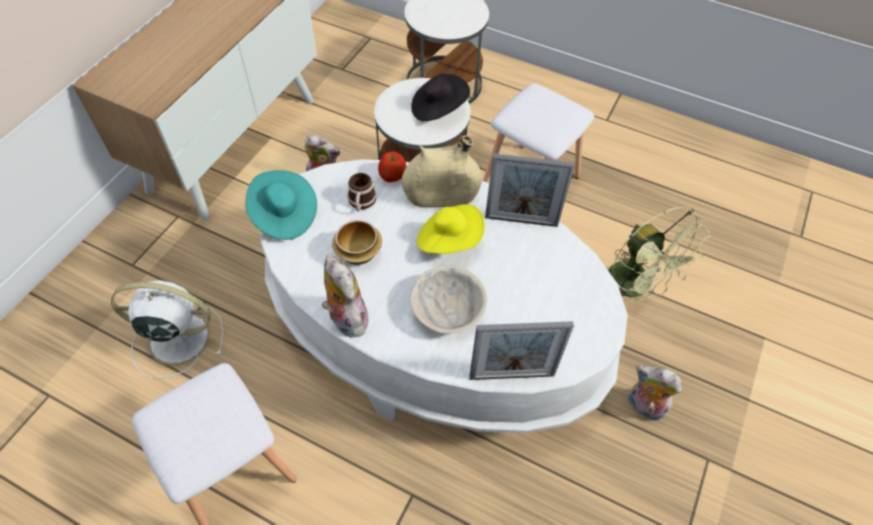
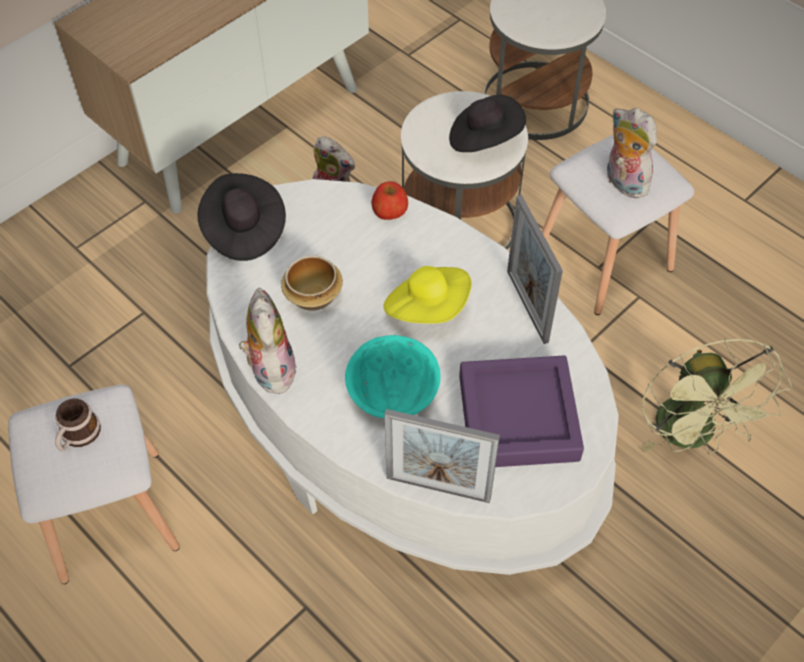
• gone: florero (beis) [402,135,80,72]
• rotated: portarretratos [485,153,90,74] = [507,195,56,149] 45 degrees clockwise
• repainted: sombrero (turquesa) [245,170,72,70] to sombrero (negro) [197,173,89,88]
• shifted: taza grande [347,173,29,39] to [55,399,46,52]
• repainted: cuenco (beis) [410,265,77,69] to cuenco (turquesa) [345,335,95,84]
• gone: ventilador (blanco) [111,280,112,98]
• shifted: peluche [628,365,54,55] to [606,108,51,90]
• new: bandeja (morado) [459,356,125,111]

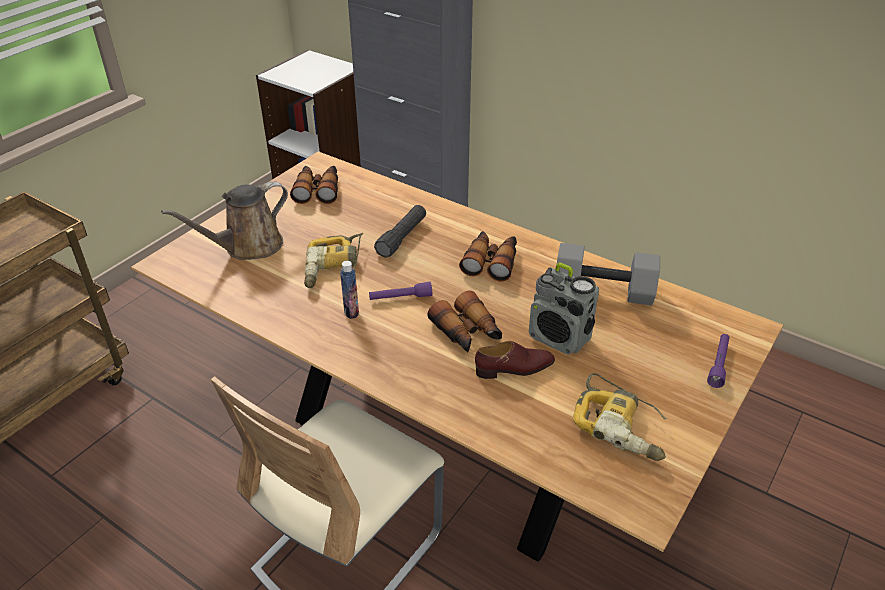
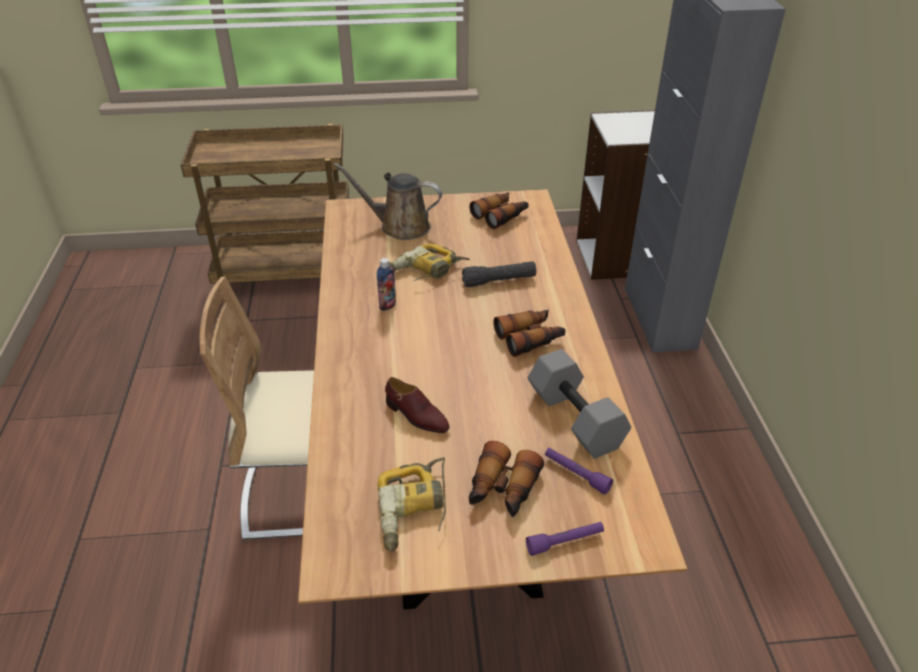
• gone: radio [529,262,70,93]
• shifted: linterna (morado) [369,282,63,18] to [545,448,68,47]
• shifted: prismáticos [427,291,75,61] to [469,441,75,76]

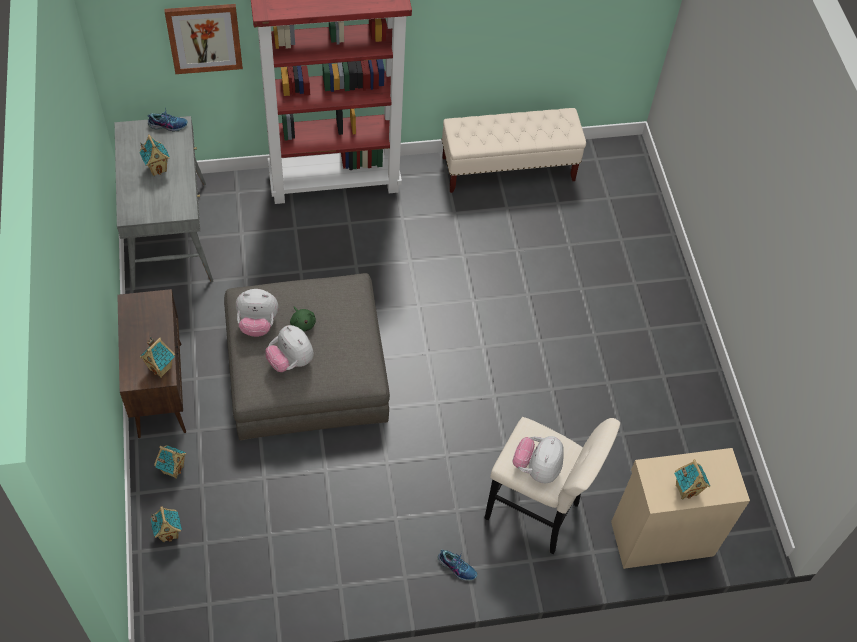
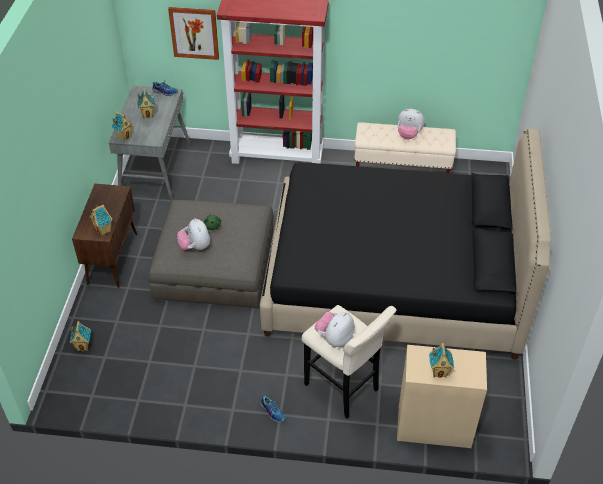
• shifted: peluche [236,289,42,48] to [398,109,27,30]
• shifted: casita [154,445,33,34] to [111,111,22,30]
• new: cama (negro) [260,129,291,231]

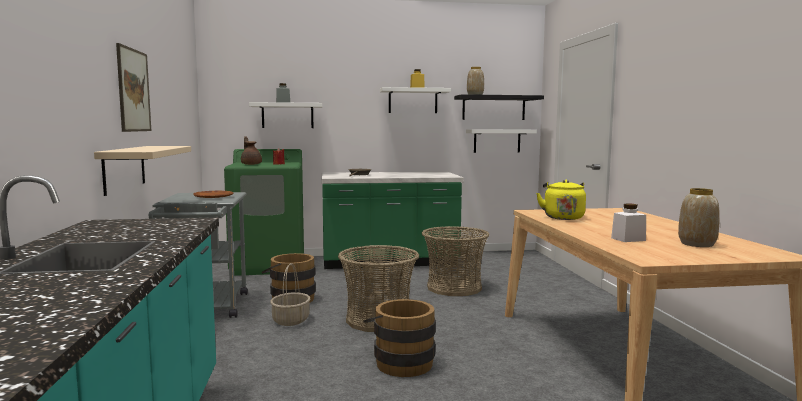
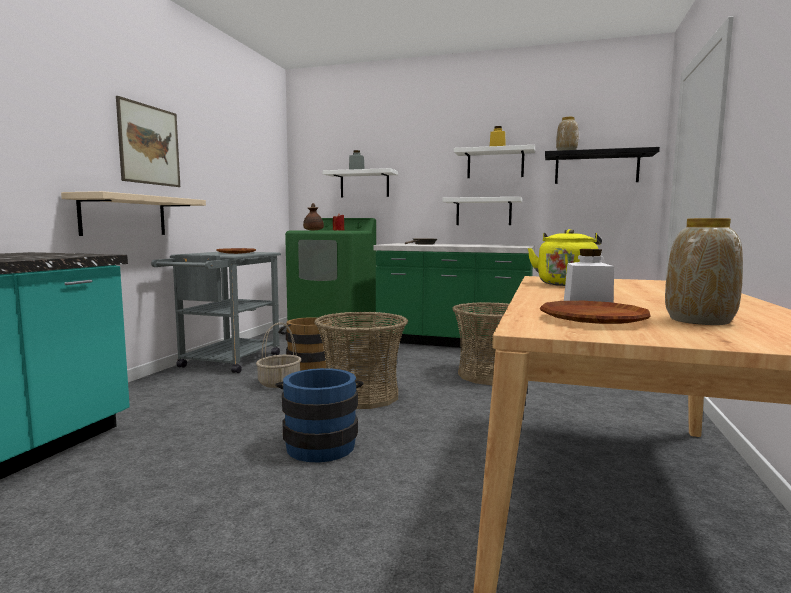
• shifted: estante (blanco) [466,129,71,24] to [442,197,80,28]
• repainted: cubo (marrón) [364,299,72,78] to cubo (azul) [275,368,89,94]
• new: plato (marrón) [539,301,112,23]

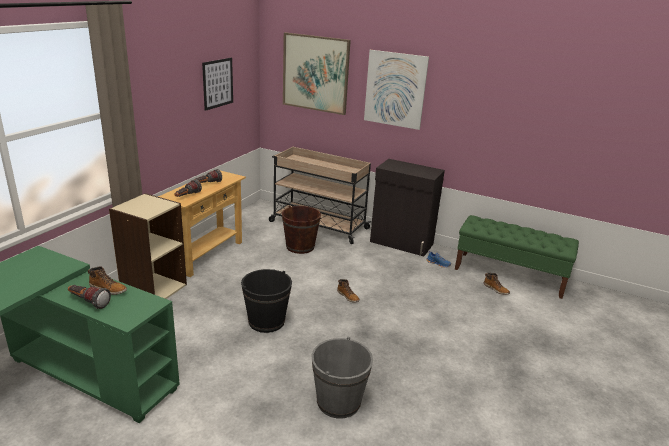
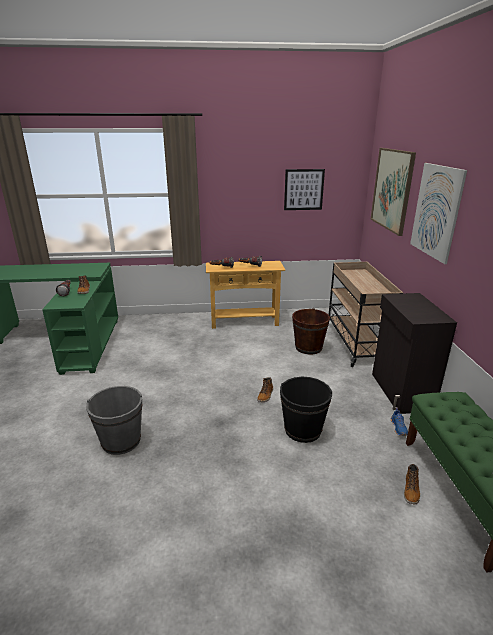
• gone: estantería (beis) [109,193,78,106]
• shifted: cubo (negro) [241,269,51,64] to [280,377,52,66]

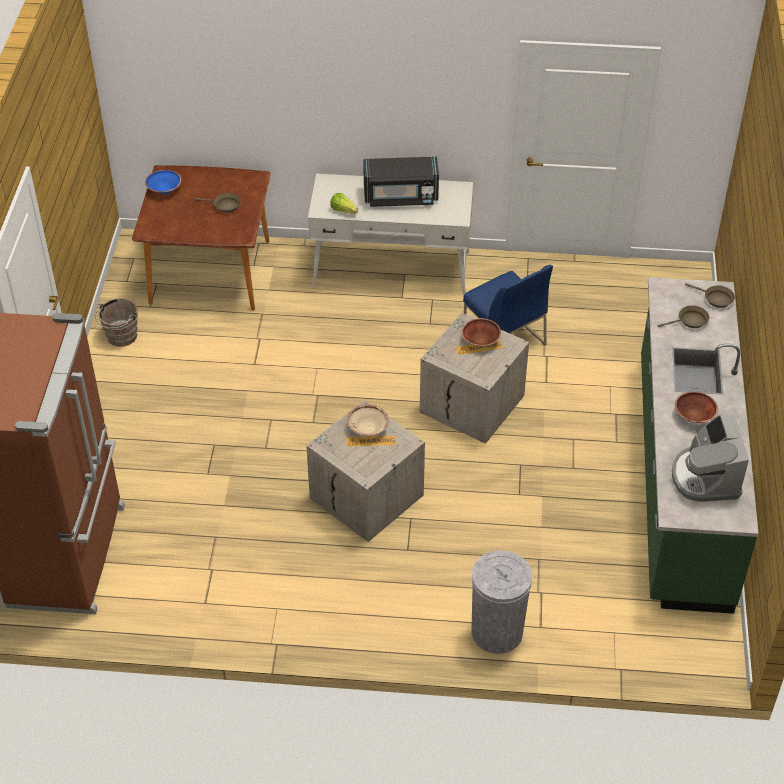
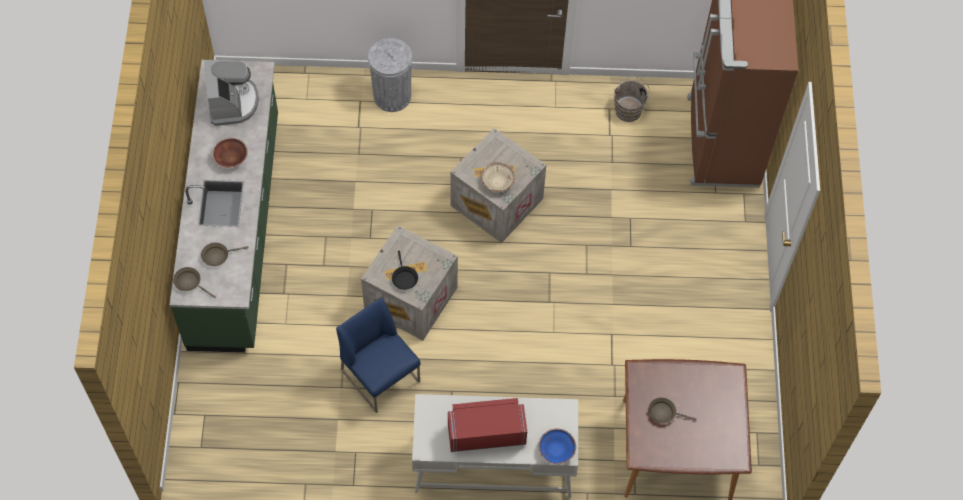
• repainted: microondas (negro) [363,156,76,51] to microondas (rojo) [448,398,79,54]
• shifted: cuenco (azul) [145,170,36,24] to [538,429,38,35]
• gone: lechuga [330,193,28,21]
• shifted: cubo (marrón) [95,298,43,49] to [614,77,36,45]
• swapped: cuenco (marrón) [461,318,40,28] to sartén (negro) [392,251,26,39]

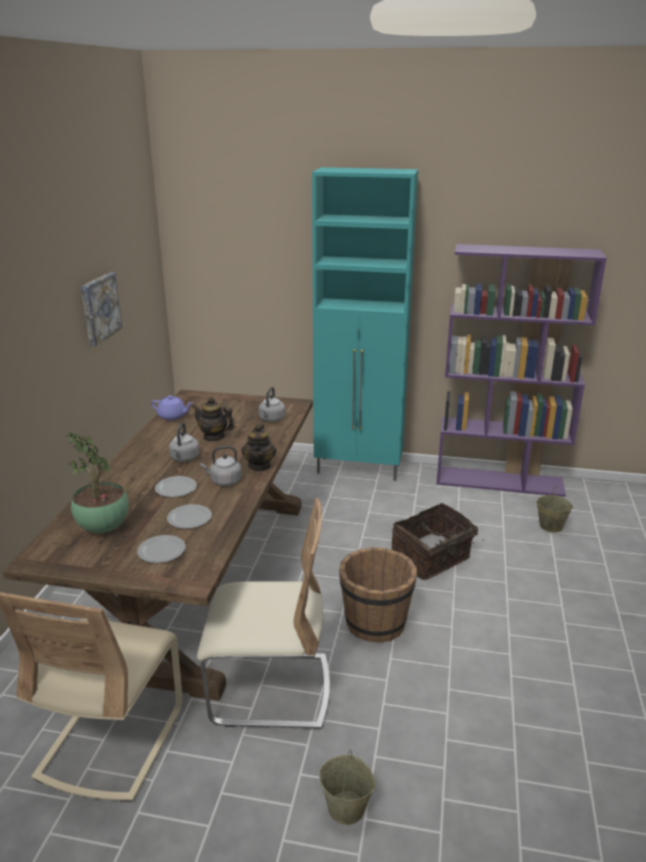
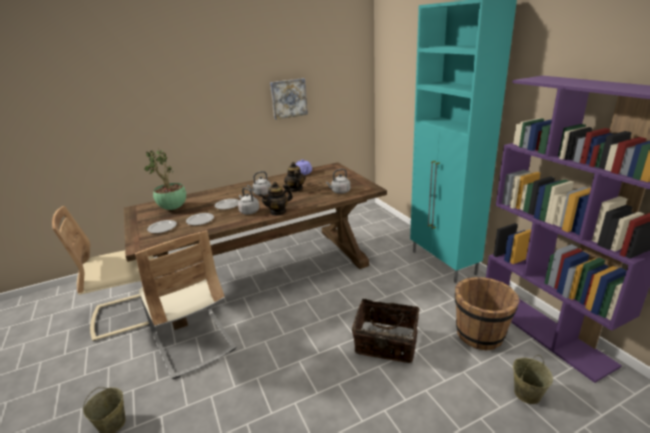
• shifted: cubo (marrón) [339,547,78,96] to [455,277,64,74]

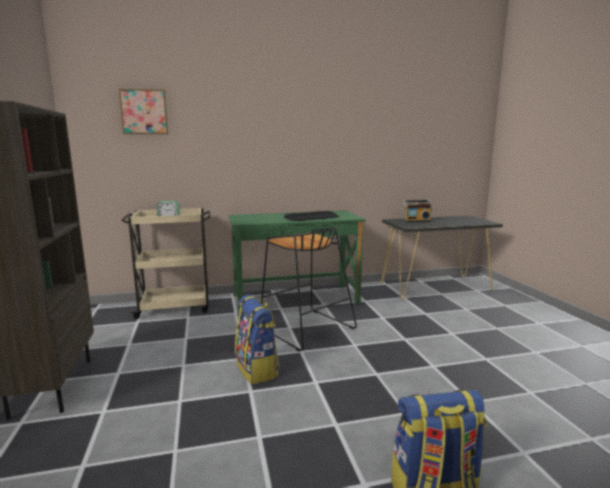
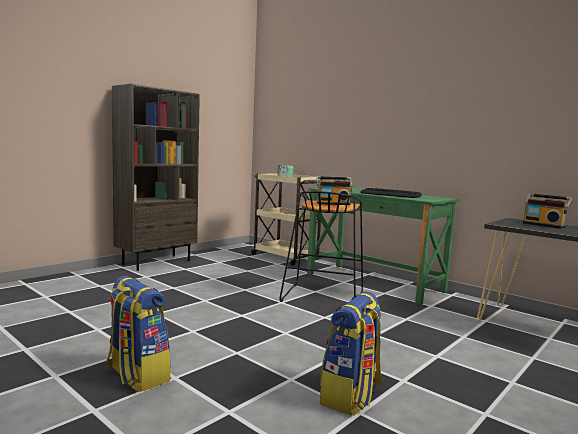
• gone: cuadro [118,88,50,46]
• shifted: mochila [235,295,45,89] to [320,291,63,125]
• new: radio [316,176,36,29]

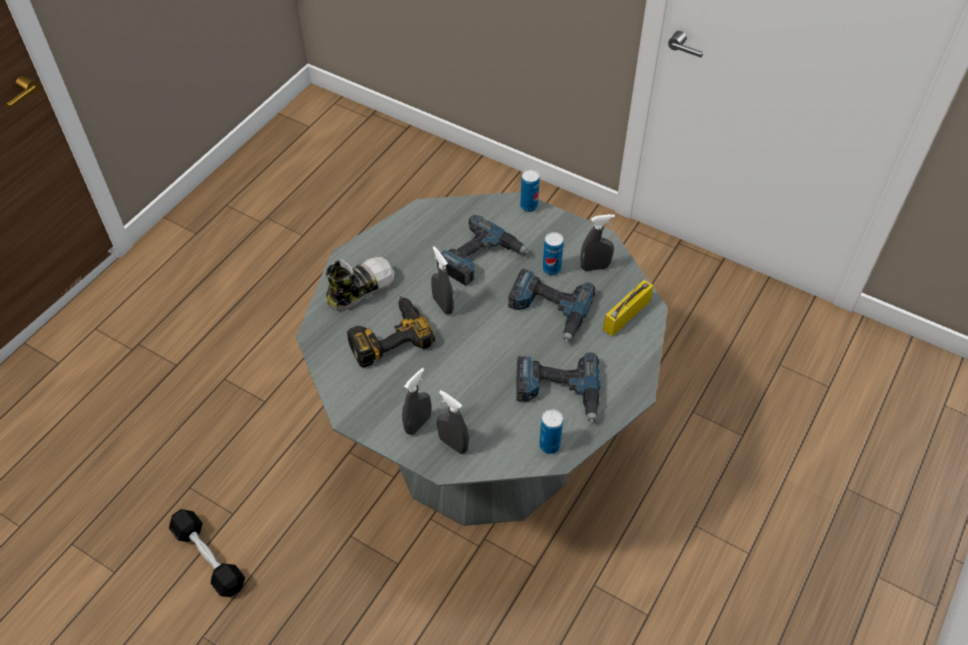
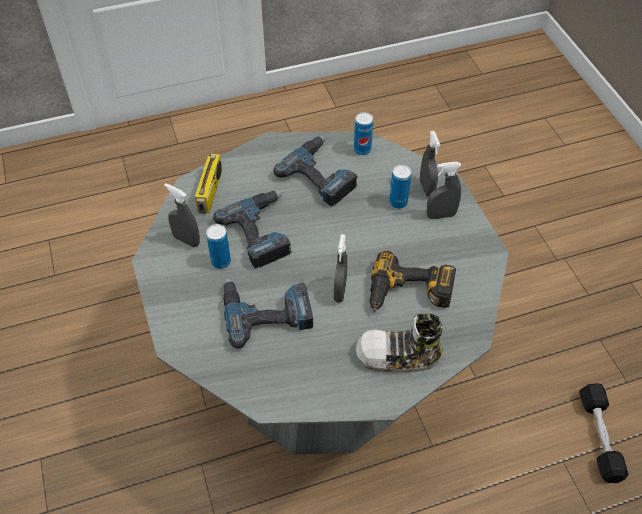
• shifted: lata [520,169,20,43] to [389,165,22,44]
• rotated: radio [603,265,51,71] = [194,153,28,61] 75 degrees counterclockwise

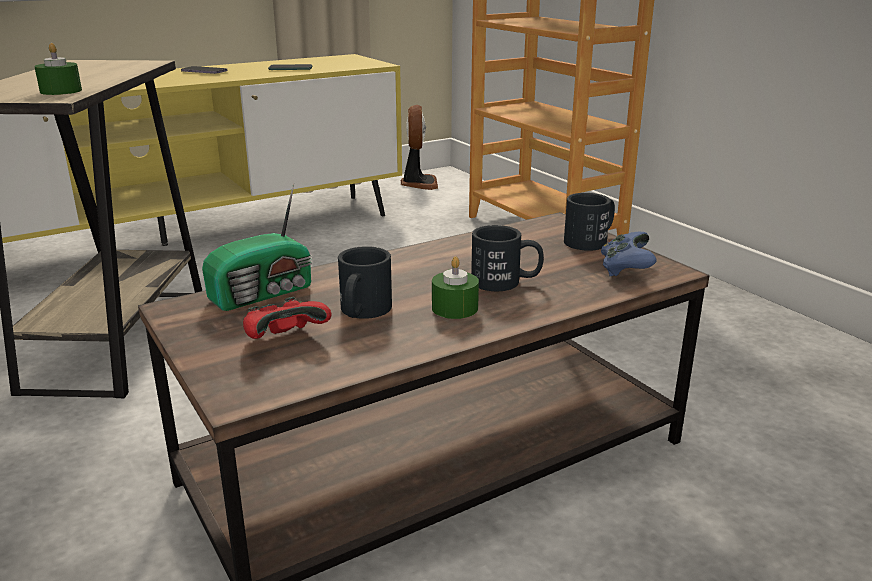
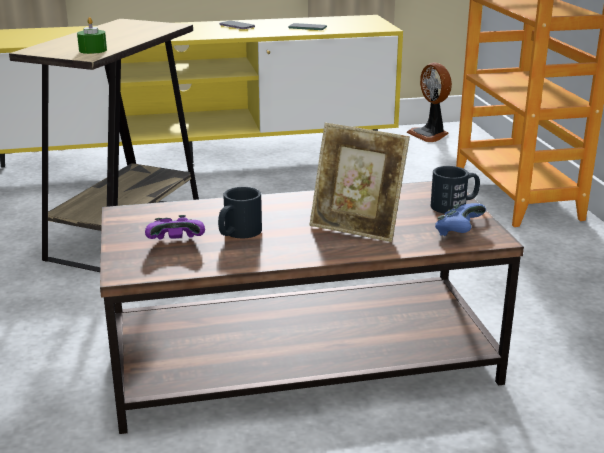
• rotated: ventilador [401,105,37,85] = [406,63,46,79] 135 degrees clockwise
• gone: radio [202,183,110,128]
• swapped: taza grande (negro) [471,225,73,66] to portarretratos [310,123,100,119]
• gone: vela (verde) [432,256,47,63]
• repainted: mando de consola (rojo) [243,297,89,42] to mando de consola (morado) [145,215,60,25]

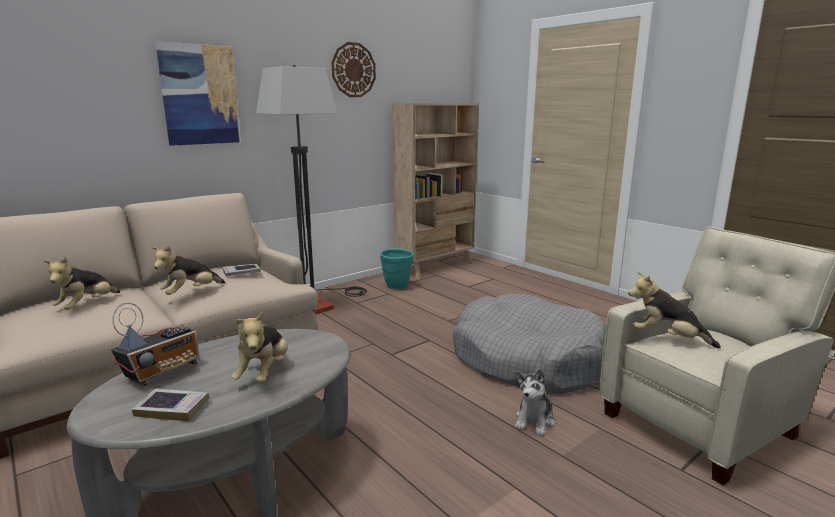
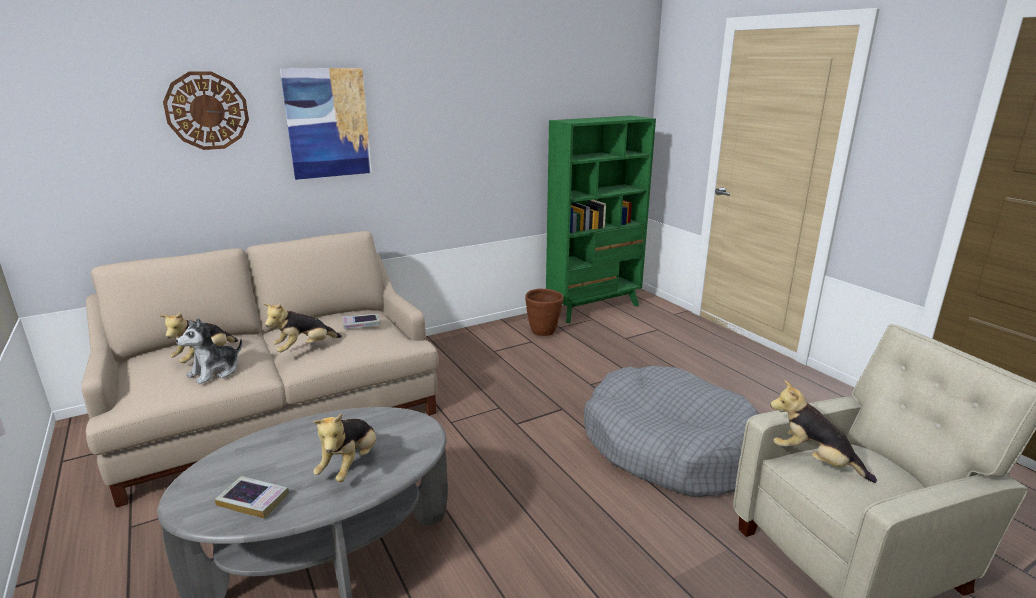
• shifted: reloj de pared [331,42,45,55] to [163,71,86,79]
• gone: lámpara de pie [256,65,111,249]
• repainted: estantería (beis) [392,103,87,176] to estantería (verde) [546,116,110,207]
• repainted: maceta (turquesa) [380,248,34,41] to maceta (marrón) [525,289,39,47]
• gone: radio [111,302,89,84]
• shifted: peluche [515,369,40,67] to [176,318,66,66]

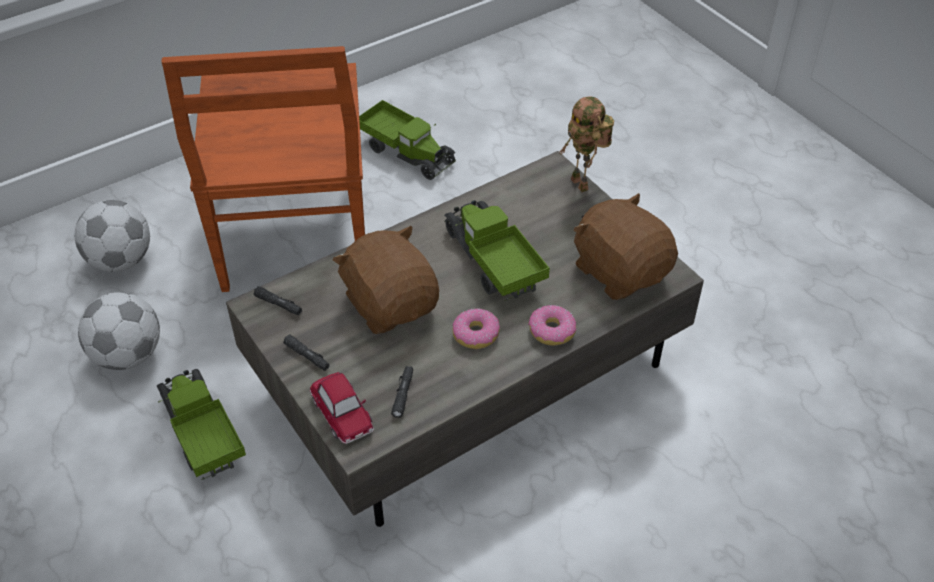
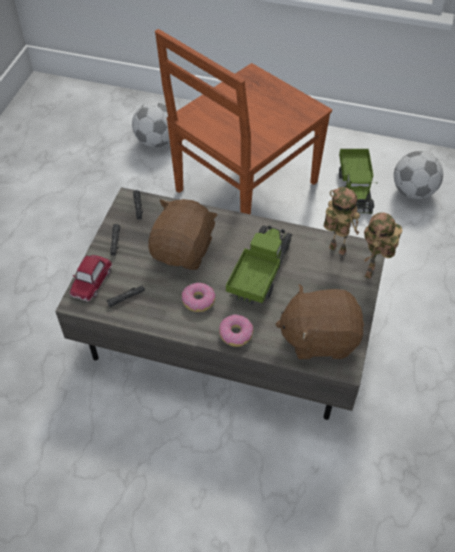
• rotated: peluche (marrón) [574,193,104,107] = [275,284,89,75] 105 degrees counterclockwise
• shifted: balón de fútbol [78,292,82,78] to [394,151,49,48]
• gone: camión de juguete [157,369,89,111]
• new: robot de juguete [324,187,36,68]

